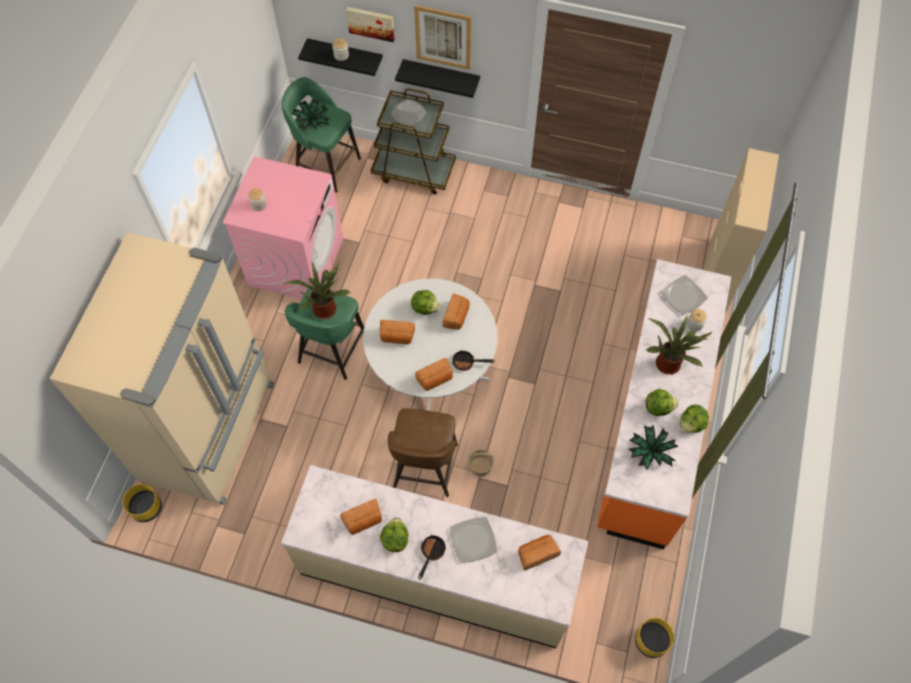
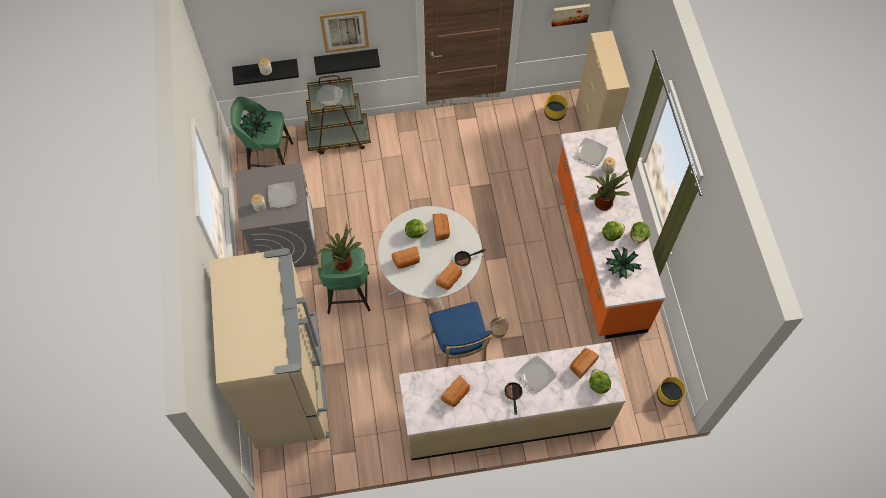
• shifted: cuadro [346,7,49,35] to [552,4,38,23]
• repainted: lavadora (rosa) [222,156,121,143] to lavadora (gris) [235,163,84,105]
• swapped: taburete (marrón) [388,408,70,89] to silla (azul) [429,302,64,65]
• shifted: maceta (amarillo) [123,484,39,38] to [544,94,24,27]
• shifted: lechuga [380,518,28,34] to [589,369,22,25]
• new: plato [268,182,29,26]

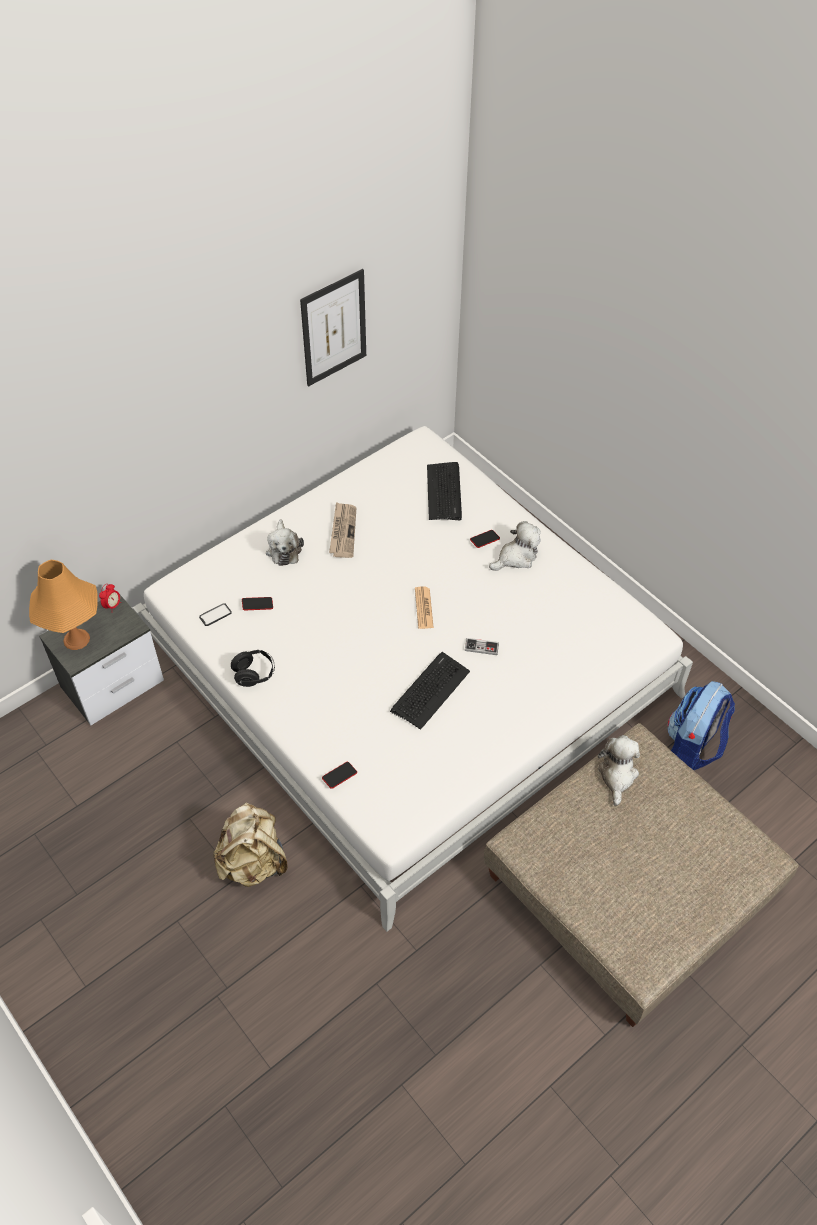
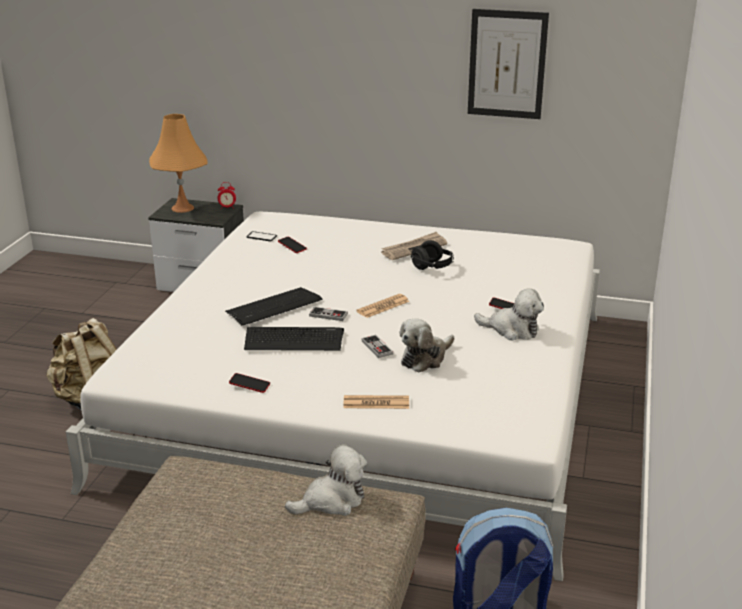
• shifted: teclado [427,462,35,58] to [225,287,98,38]
• shifted: peluche [266,519,38,47] to [400,318,54,55]
• shifted: auriculares (negro) [231,650,44,37] to [410,240,44,30]
• shifted: móvil [322,762,35,27] to [229,373,41,20]
• new: mando de consola [309,306,39,15]
• new: periódico [343,395,66,14]

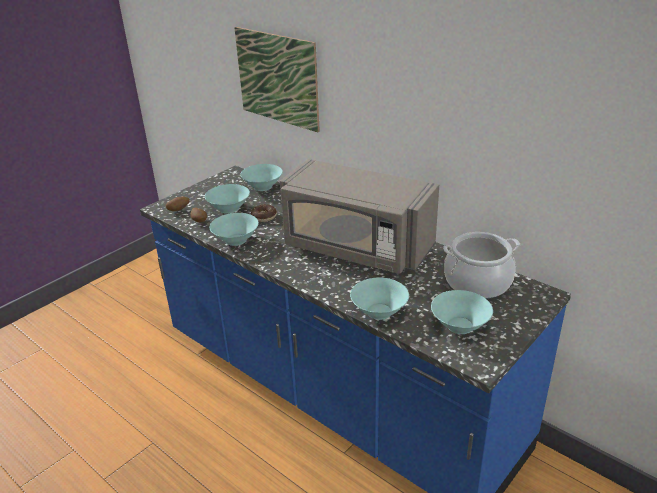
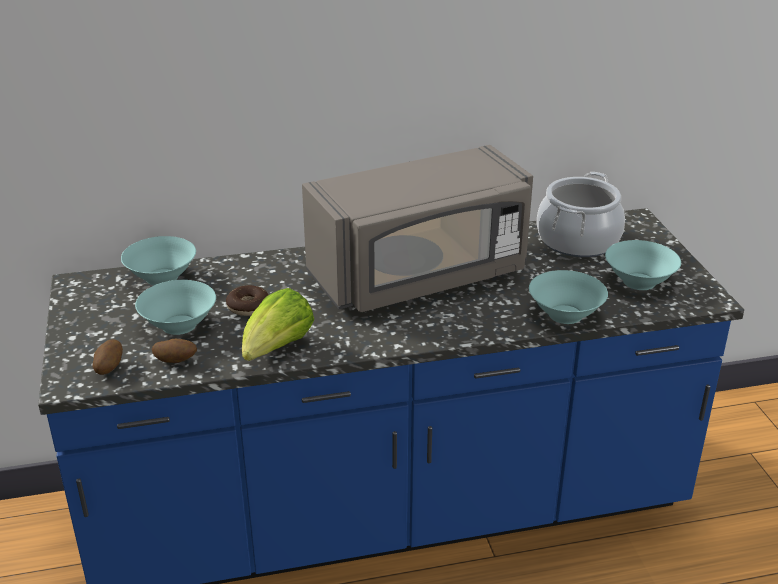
• gone: cuadro [234,27,86,105]
• swapped: cuenco (turquesa) [209,213,50,33] to lechuga [242,288,72,73]

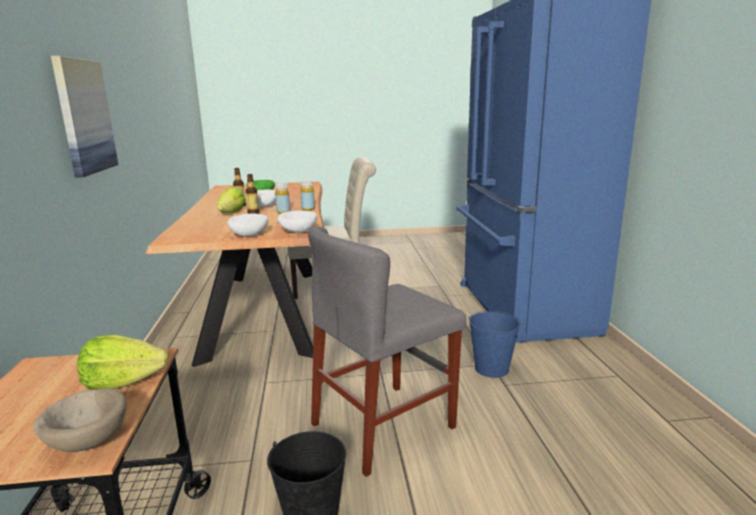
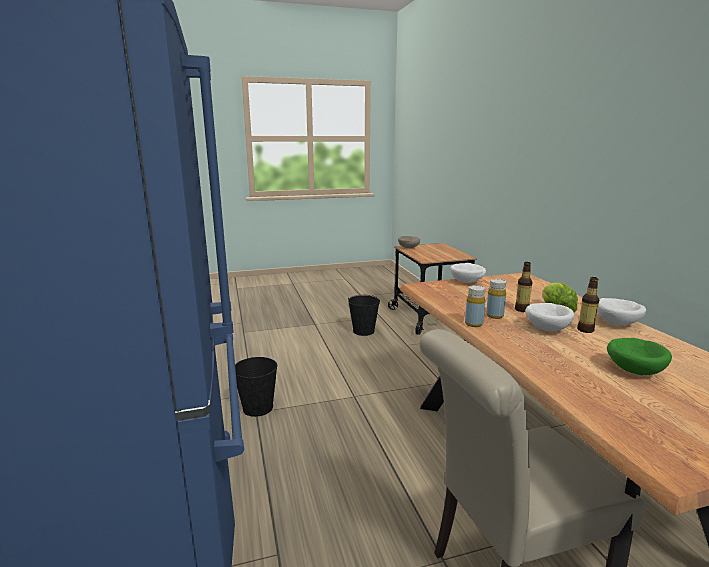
• gone: cuadro [51,56,67,122]
• shifted: cuenco (blanco) [277,211,40,22] to [597,298,49,27]
• gone: silla (gris) [308,226,158,251]
• repainted: cubo (azul) [469,311,52,67] to cubo (negro) [235,357,42,60]
• gone: lechuga [77,335,91,55]

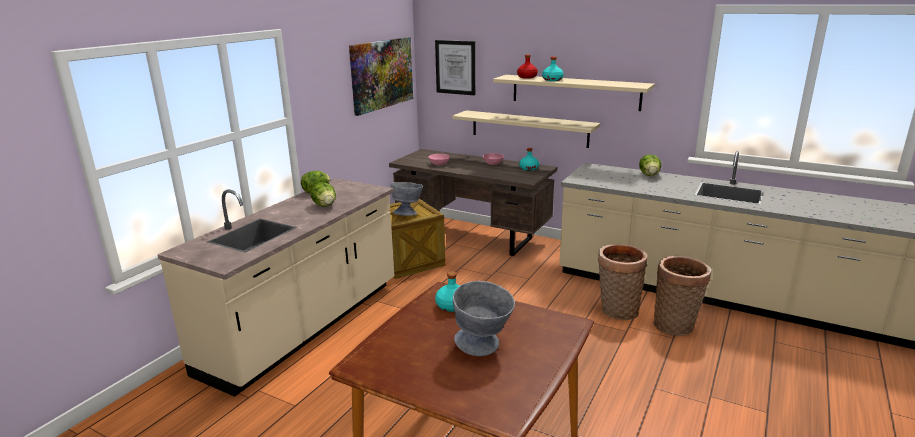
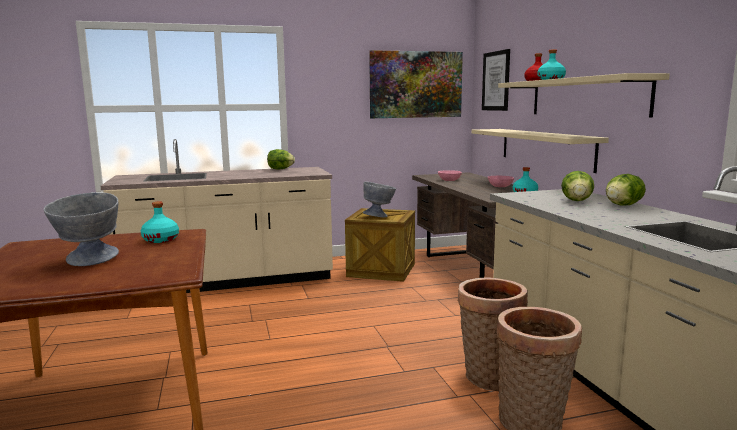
• shifted: lechuga [310,182,26,25] to [561,171,33,30]

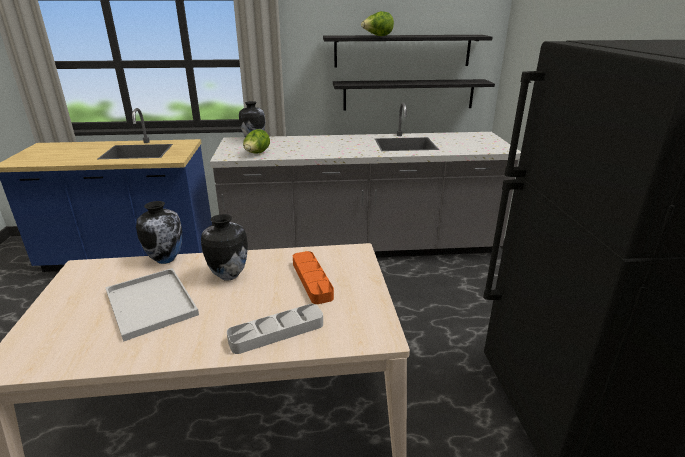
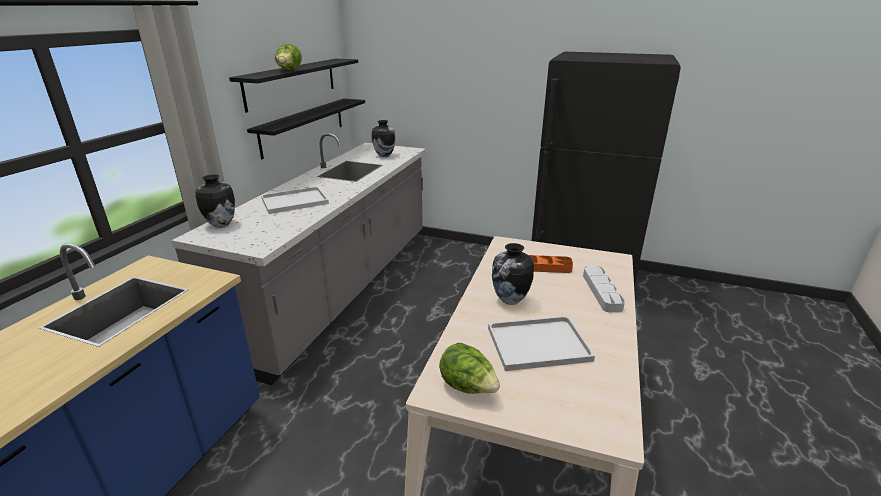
• shifted: lechuga [243,129,27,25] to [439,343,61,51]
• shifted: florero [136,201,46,63] to [372,120,23,37]
• new: bandeja (blanco) [261,186,68,28]

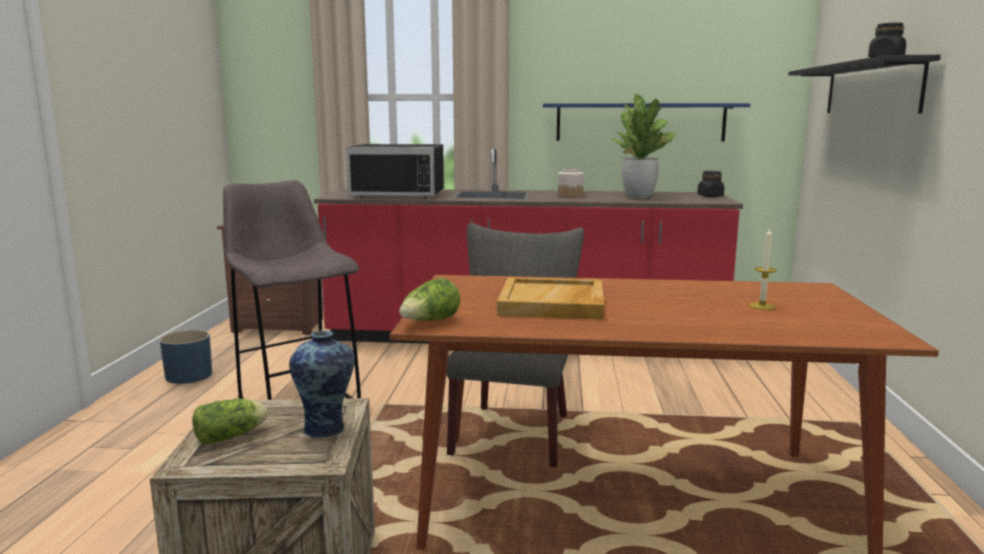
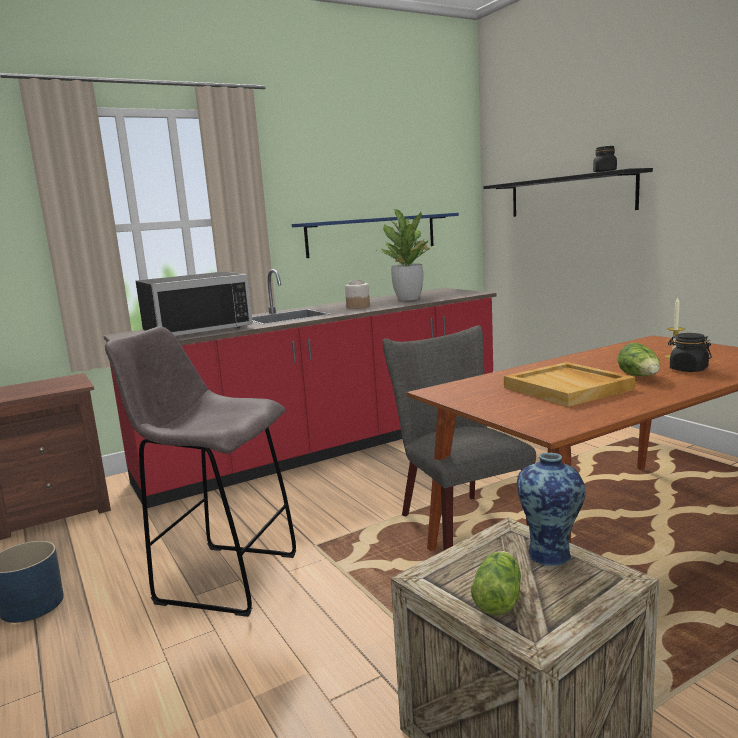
• shifted: tarro (negro) [697,171,27,26] to [668,333,44,39]
• shifted: lechuga [399,278,61,43] to [618,343,42,33]

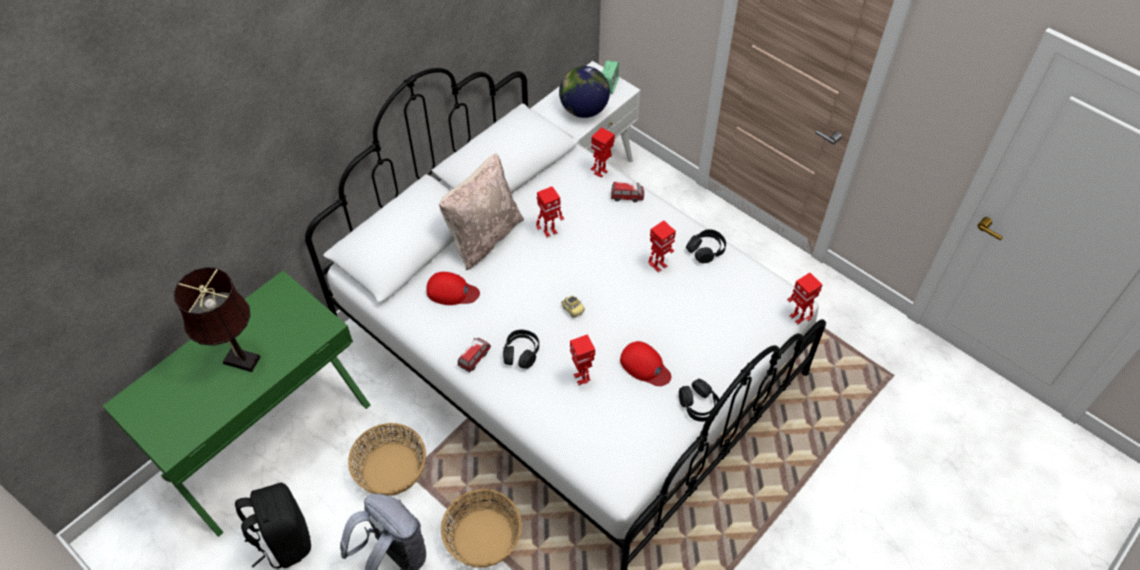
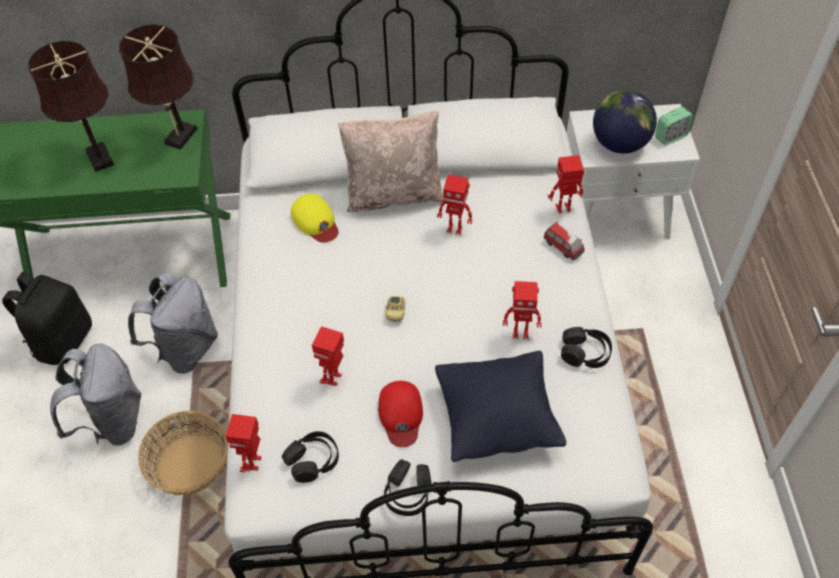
• repainted: gorra (rojo) [426,272,54,33] to gorra (amarillo) [291,194,48,49]
• shifted: robot de juguete [787,273,35,52] to [226,414,35,58]
• shifted: auriculares (negro) [503,330,36,39] to [282,431,57,52]
• gone: coche de juguete [458,338,33,35]
• swapped: cesta [348,423,78,73] to mochila (gris) [128,272,90,102]
• new: lámpara de mesa (marrón) [119,24,79,126]
• new: cojín (negro) [435,351,131,111]

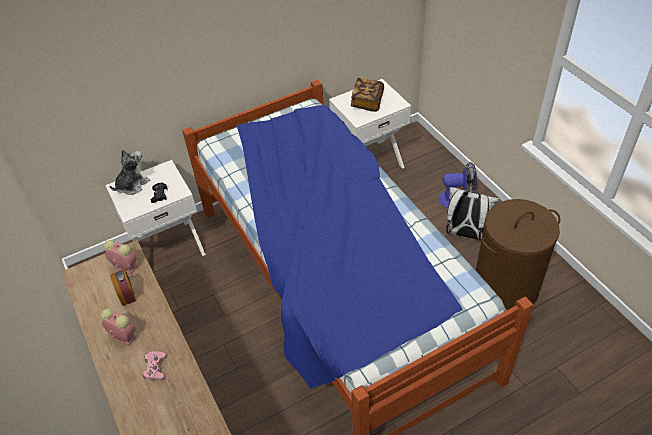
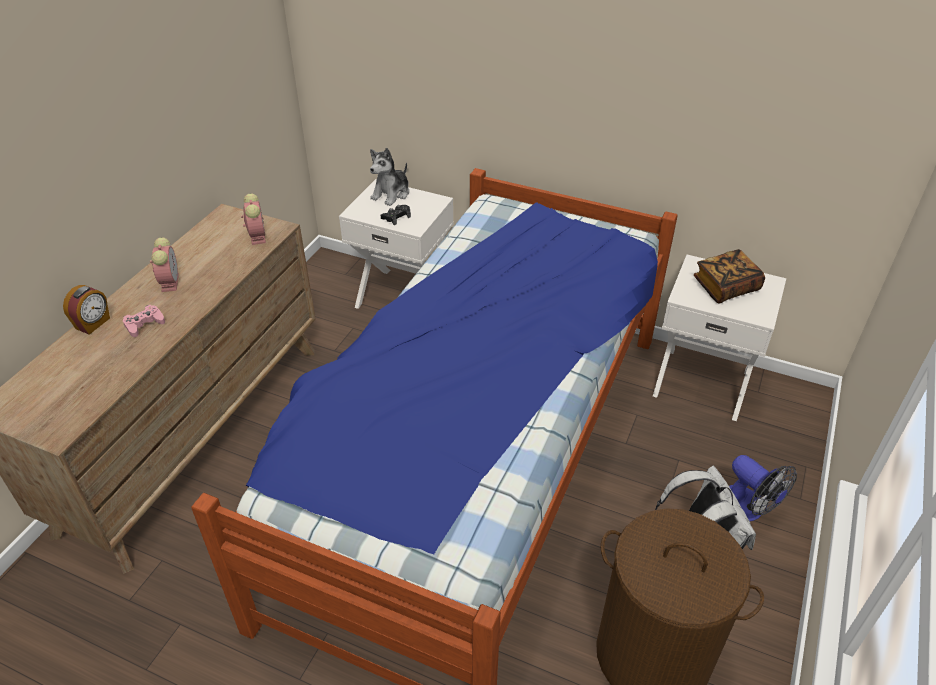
• rotated: peluche [109,149,41,46] = [370,148,39,58] 120 degrees clockwise
• shifted: despertador [110,270,26,36] to [63,285,47,50]

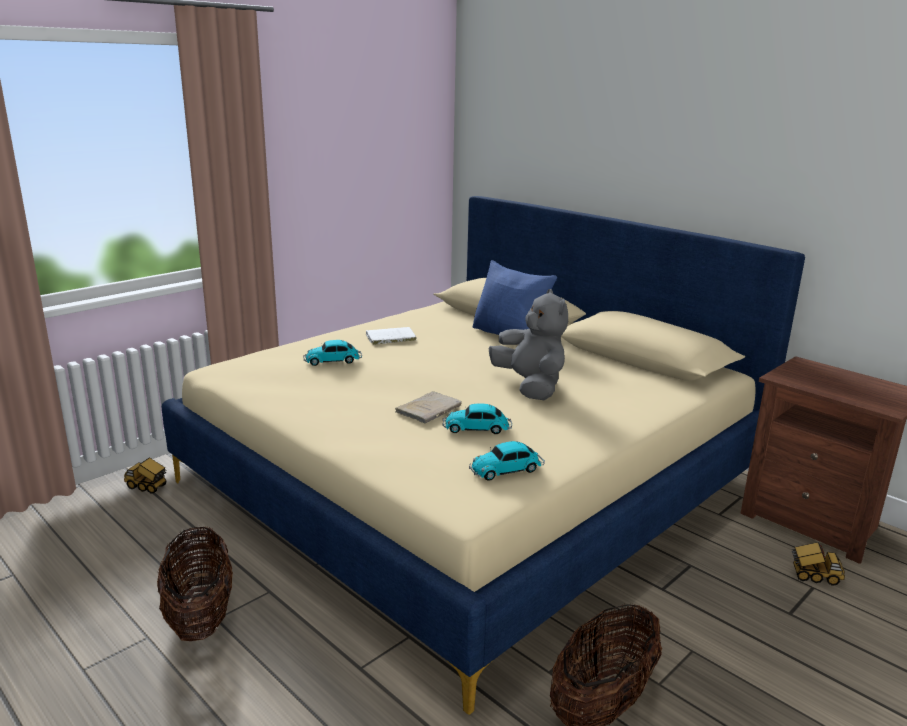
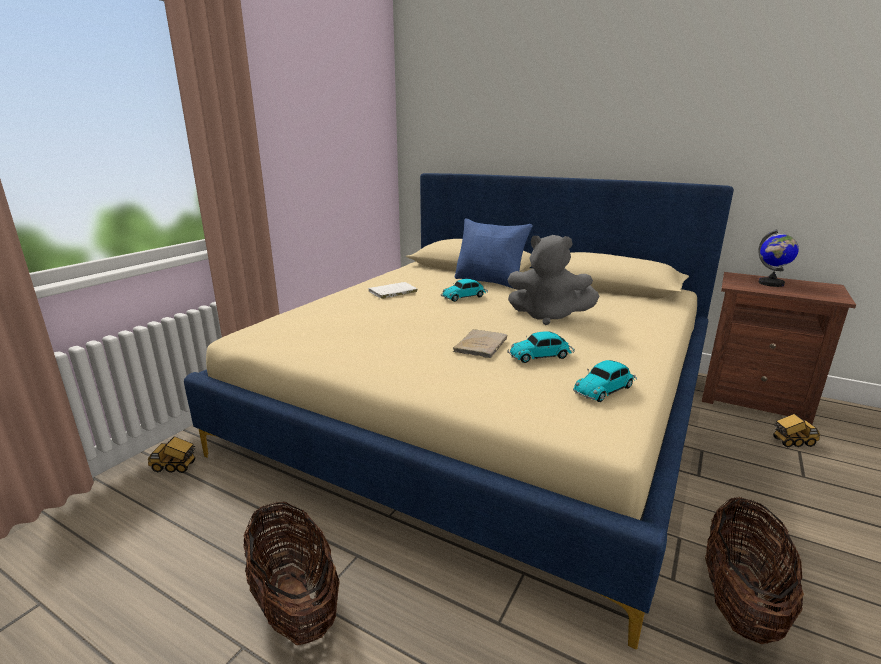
• rotated: peluche (gris) [489,289,79,111] = [508,235,92,90] 150 degrees clockwise
• shifted: coche de juguete [303,340,59,26] to [441,279,47,23]
• new: globo terráqueo [758,229,41,58]

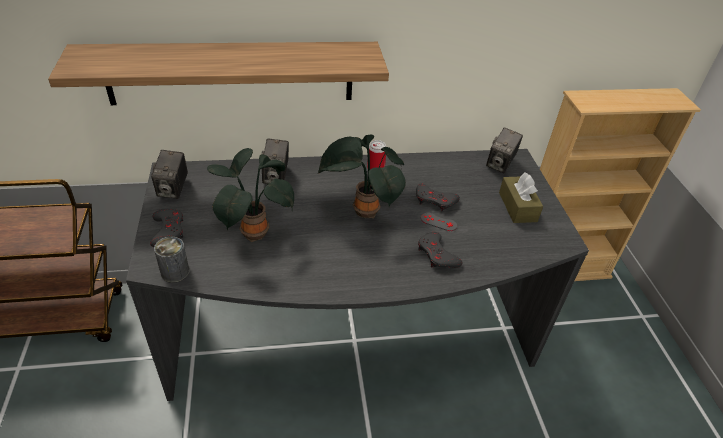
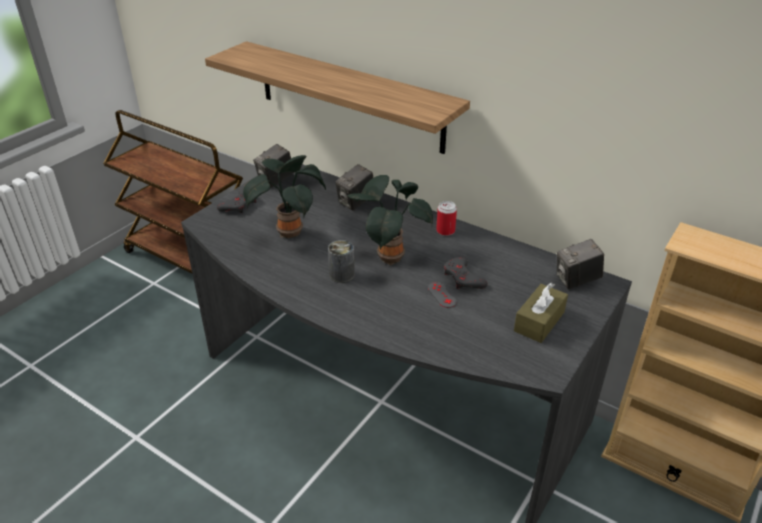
• gone: mando de consola (gris) [418,232,44,36]
• shifted: lata [154,237,36,46] to [328,240,27,43]

